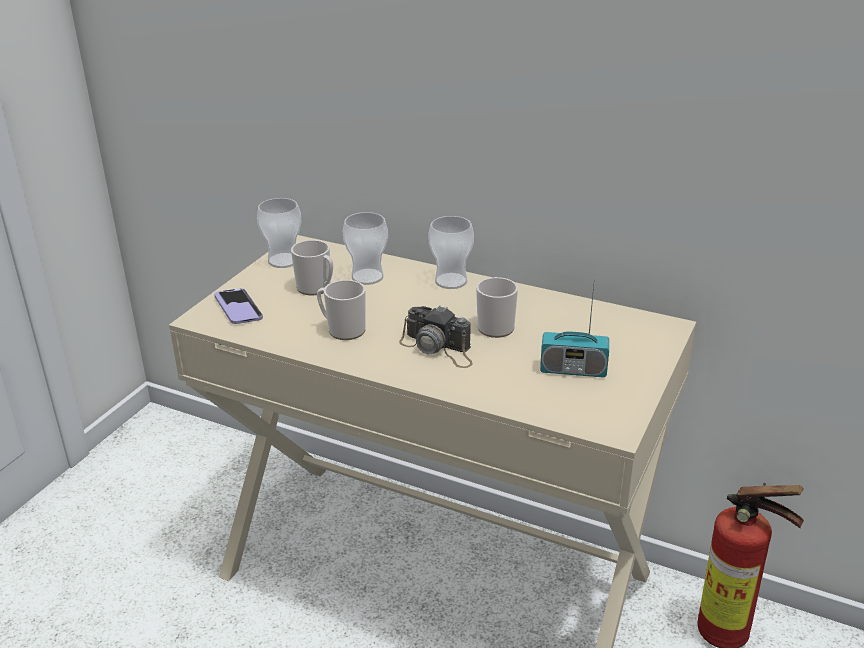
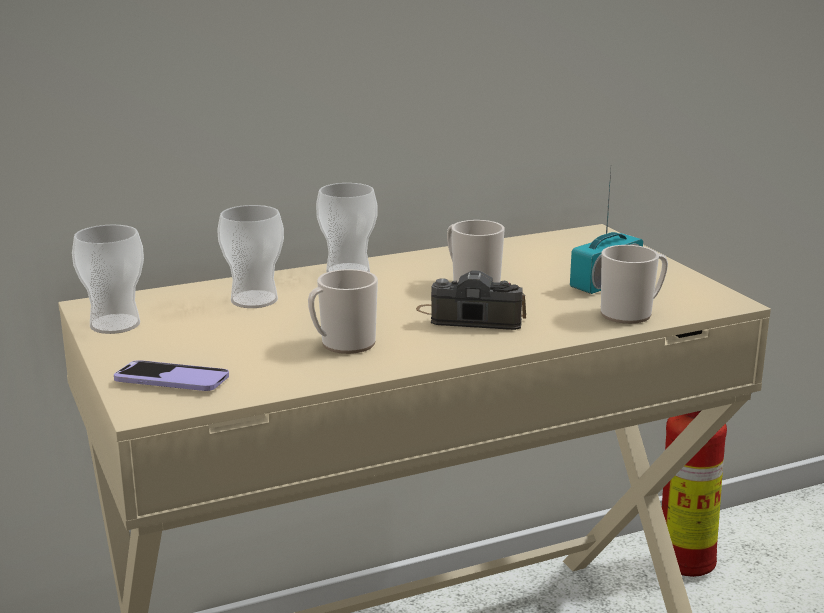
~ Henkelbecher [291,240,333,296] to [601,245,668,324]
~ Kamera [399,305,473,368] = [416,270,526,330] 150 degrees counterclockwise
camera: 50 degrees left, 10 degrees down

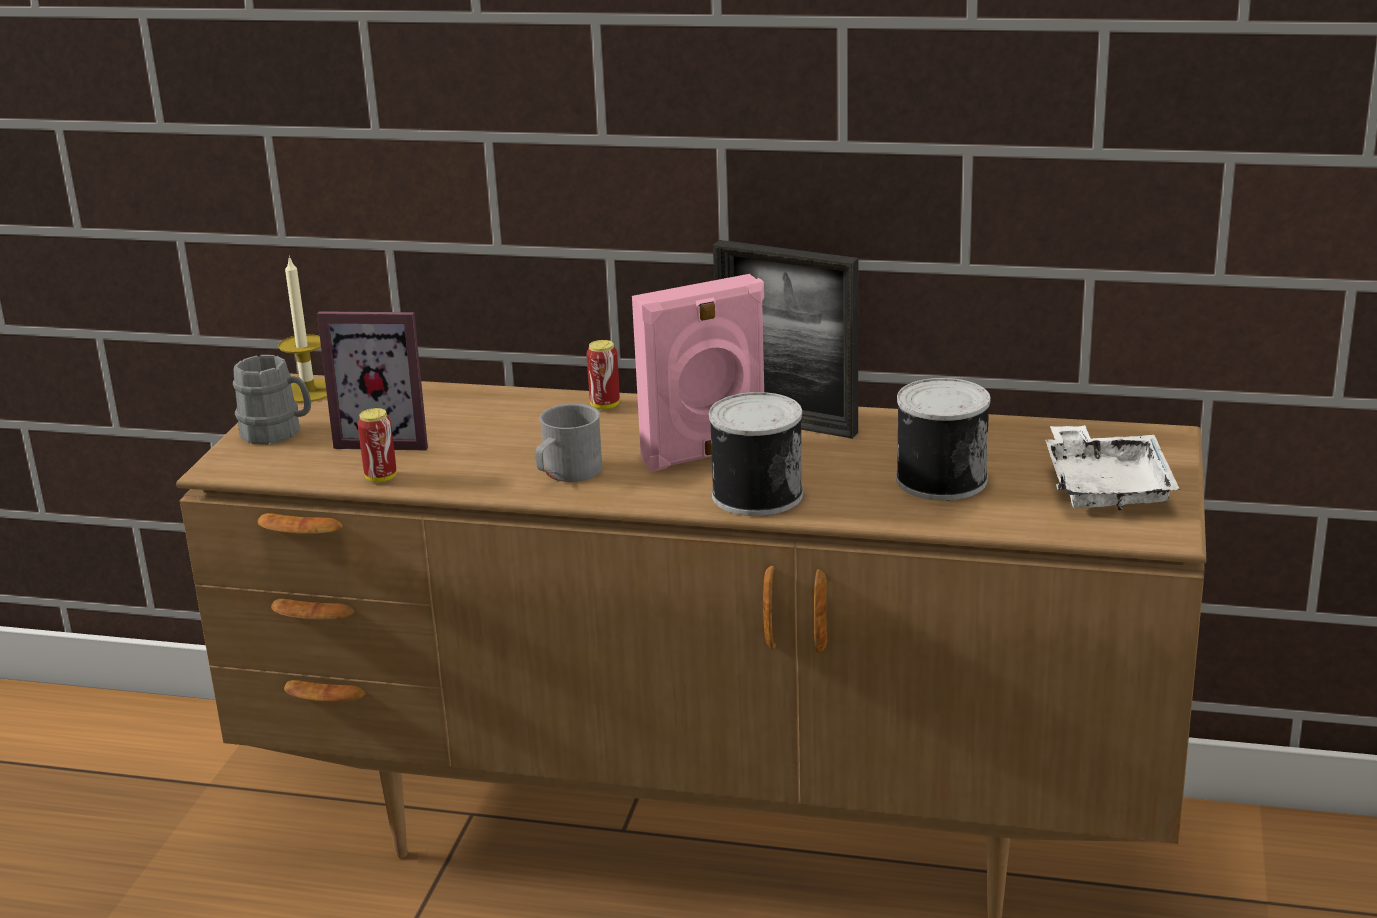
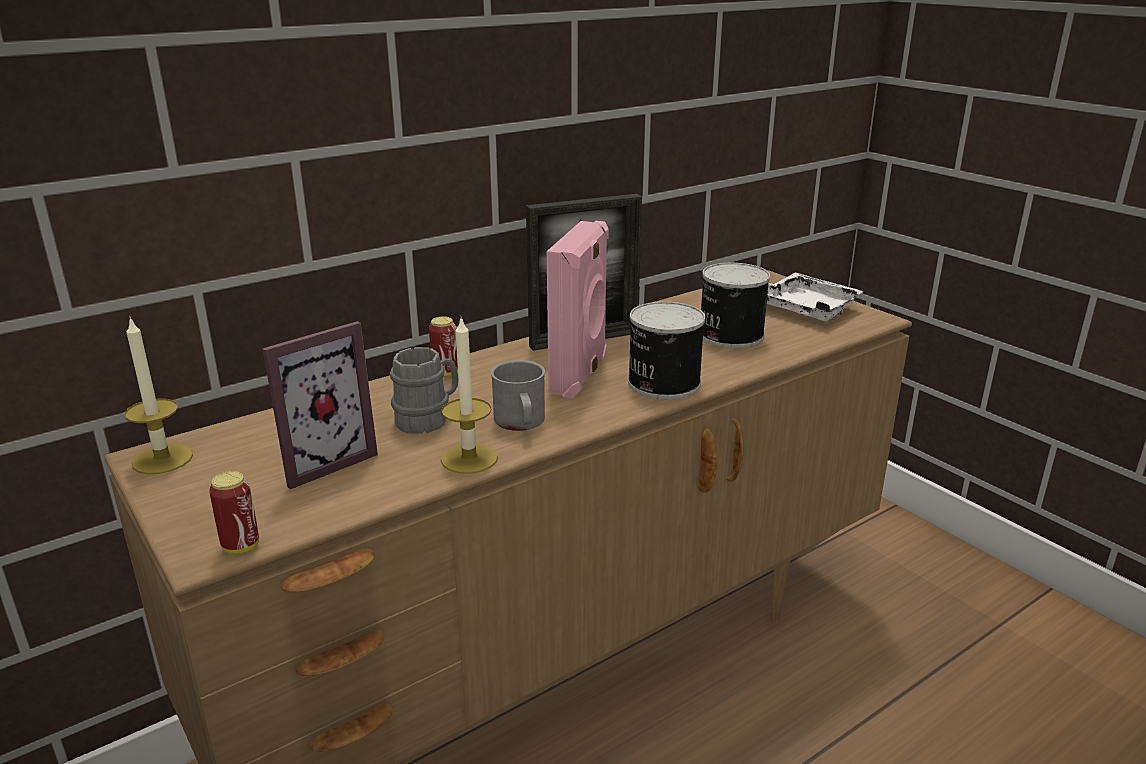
~ Henkelbecher [grau] [233,355,311,445] to [390,347,458,434]
~ Dose [358,408,396,482] to [209,471,259,554]
+ Kerze [441,317,498,474]
camera: 50 degrees left, 0 degrees up

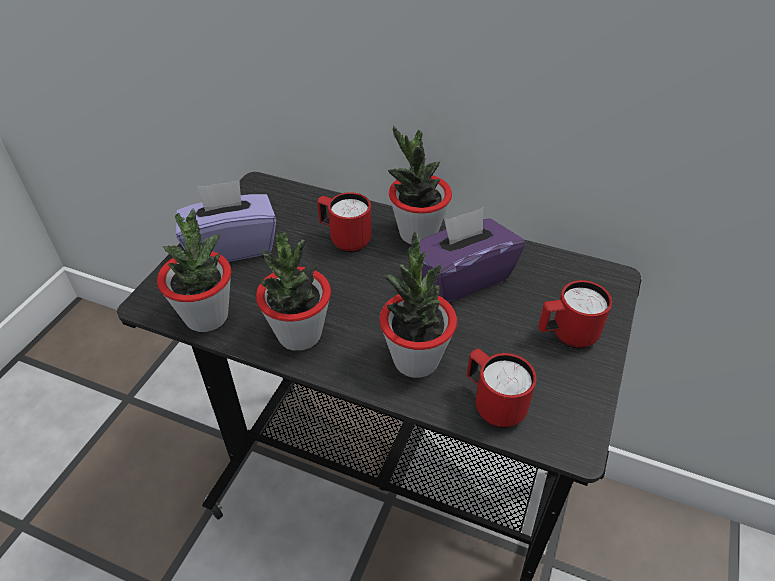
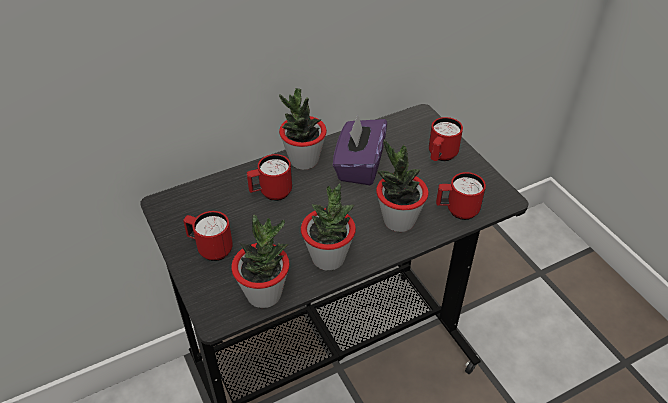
~ Taschentuchbox [lila] [176,180,276,262] to Henkelbecher [rot] [183,211,233,261]
camera: 50 degrees left, 0 degrees up

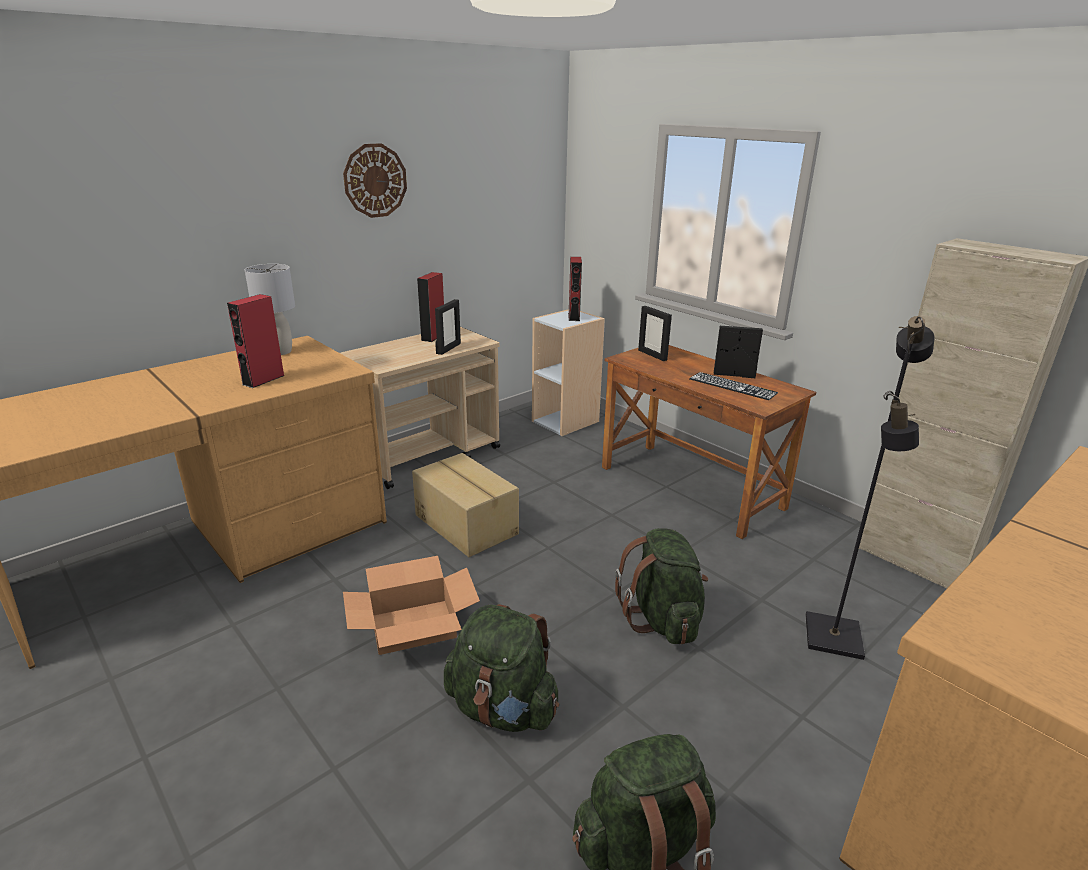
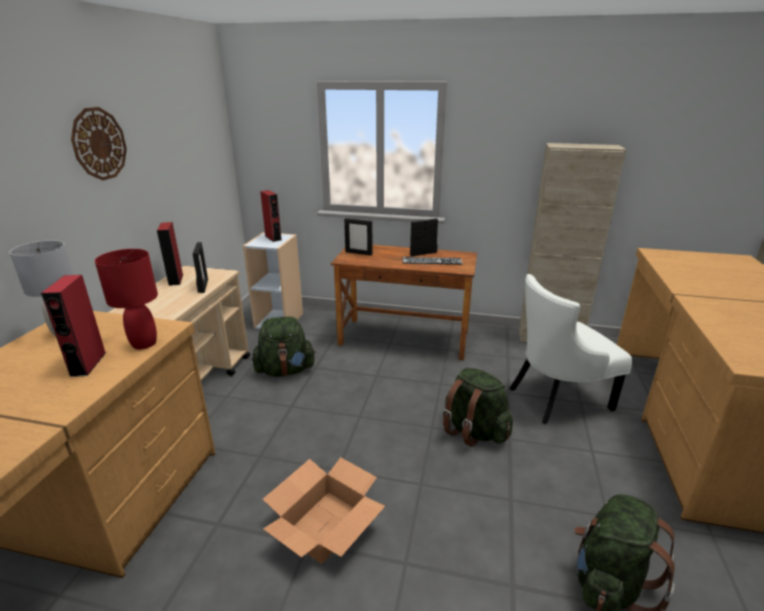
- Karton [412,453,519,557]
~ Rucksack [grün] [444,604,559,732] to [252,316,316,377]
~ Stehlampe [schwarz] [805,316,935,660] to Stuhl [weiß] [509,274,632,424]
+ Tischlampe [rot] [95,249,158,349]
camera: 35 degrees left, 0 degrees up

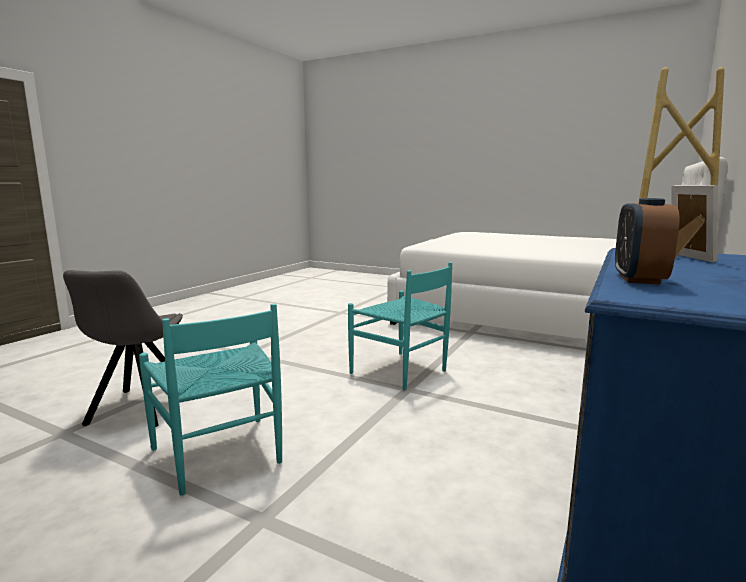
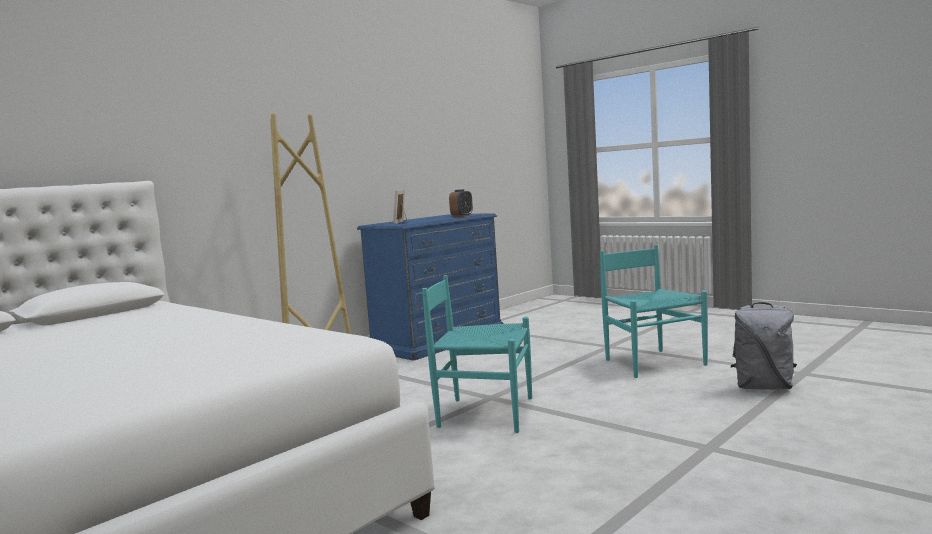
~ Stuhl [grau] [63,270,183,427] to Rucksack [grau] [731,302,797,390]
~ Stuhl [türkis] [348,262,452,391] = [422,275,532,433] 45 degrees counterclockwise
camera: 165 degrees left, 5 degrees down

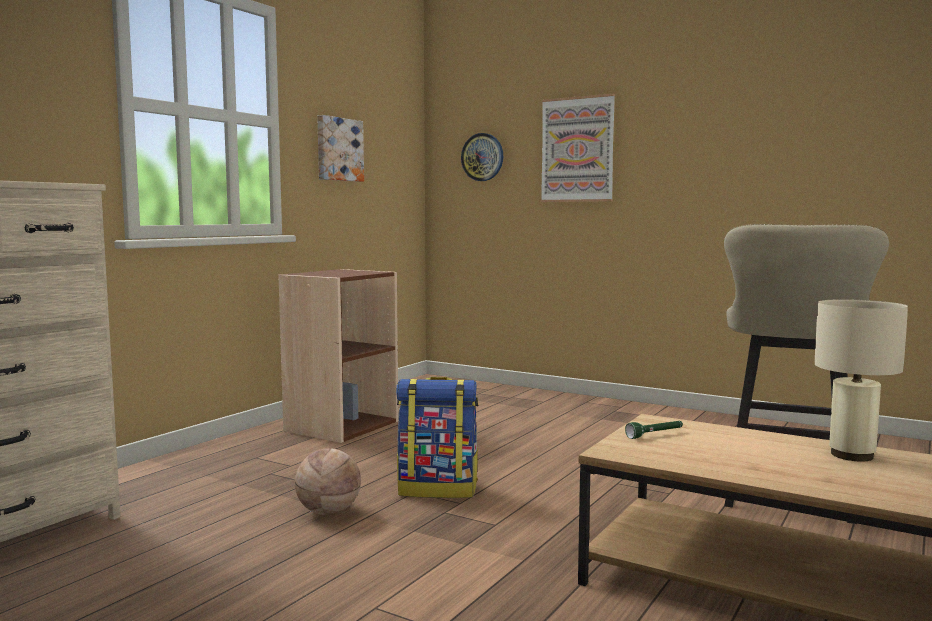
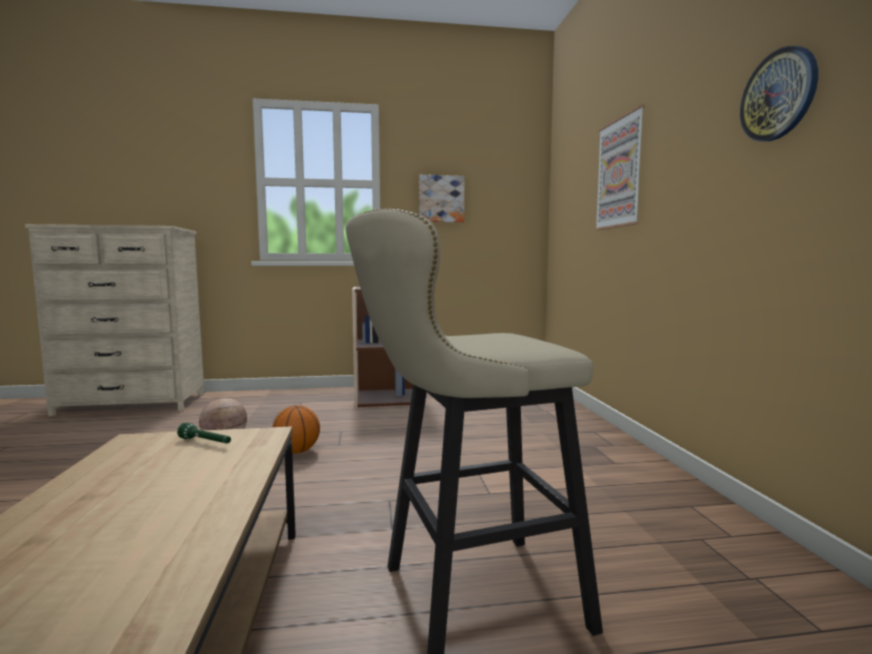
~ Rucksack [396,377,479,498] to Basketball [272,405,320,454]
~ Wanduhr [461,133,503,181] to [740,46,818,141]
- Tischlampe [beige] [815,299,908,462]
camera: 50 degrees right, 0 degrees up

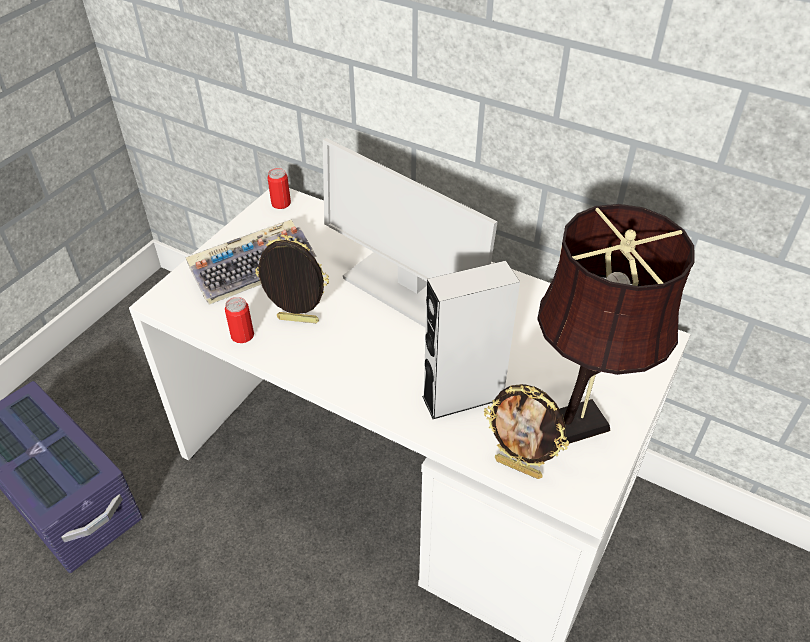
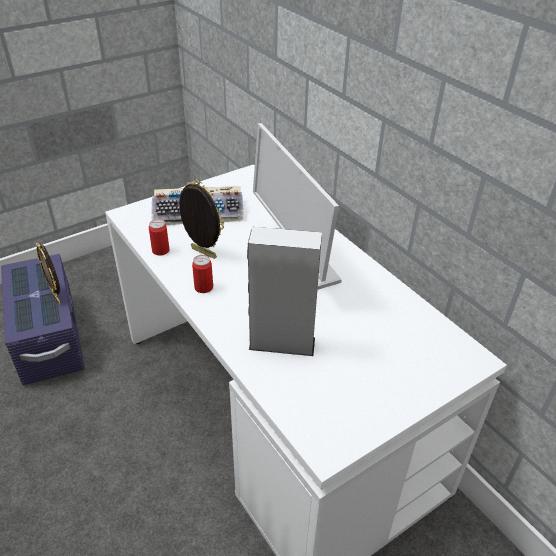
~ Dose [267,168,291,209] to [192,255,213,293]
~ Bilderrahmen [484,384,569,479] to [36,243,61,305]
- Tischlampe [braun] [537,204,695,446]
camera: 25 degrees right, 5 degrees down

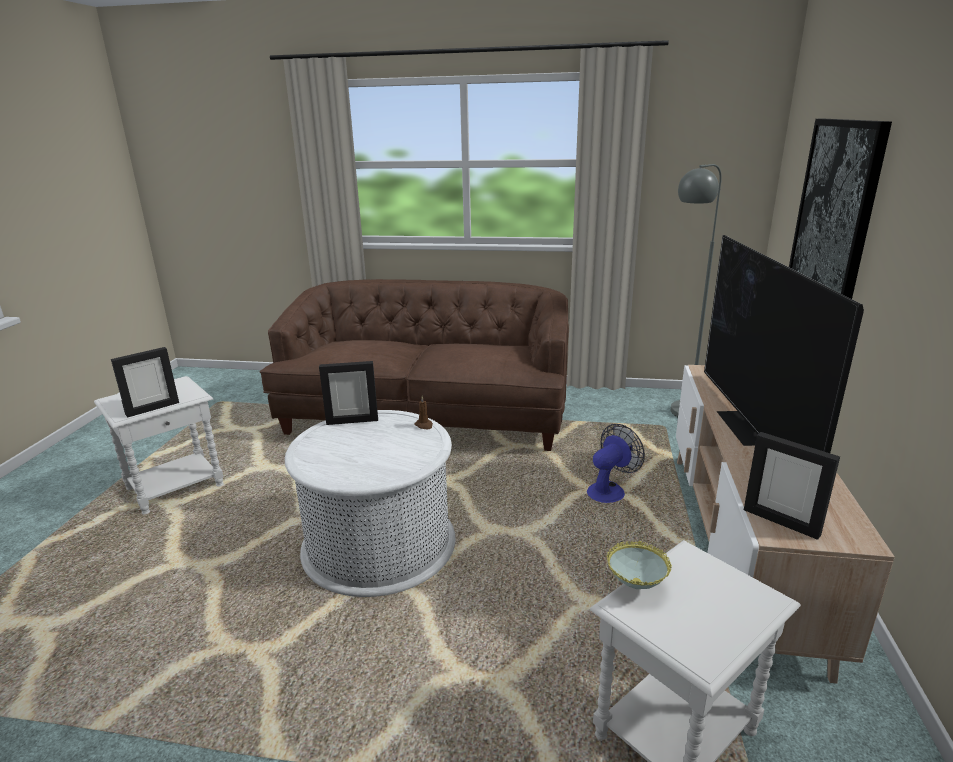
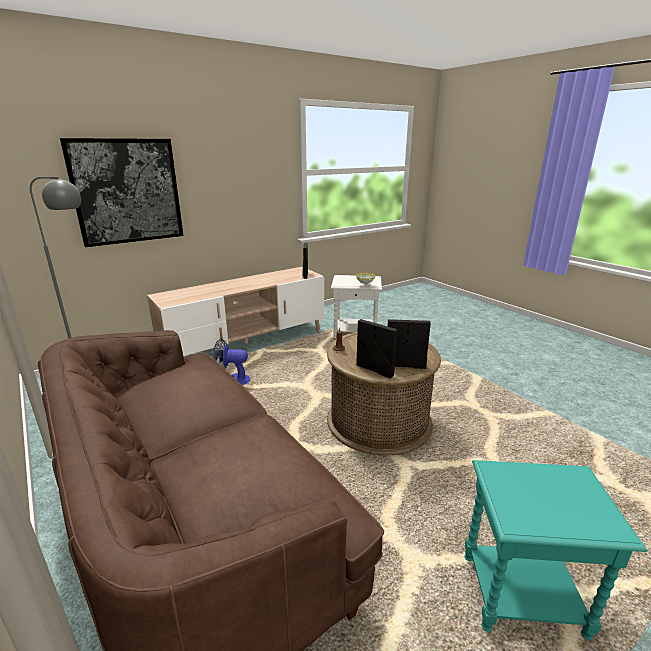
~ Beistelltisch [weiß] [94,376,224,514] to Beistelltisch [türkis] [464,460,647,640]
~ Bilderrahmen [111,347,179,417] to [388,319,431,369]
~ Couchtisch [weiß] [285,410,456,597] to Couchtisch [braun] [327,332,441,455]
- Fernseher [704,235,864,453]
camera: 135 degrees left, 0 degrees up

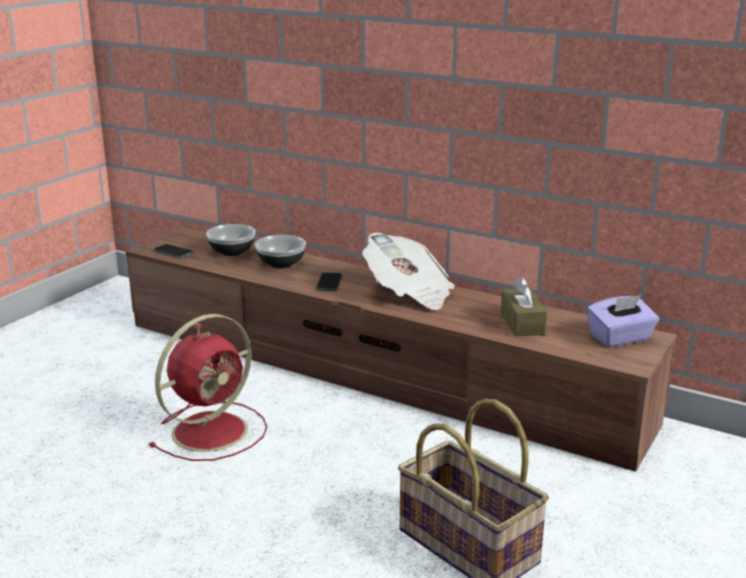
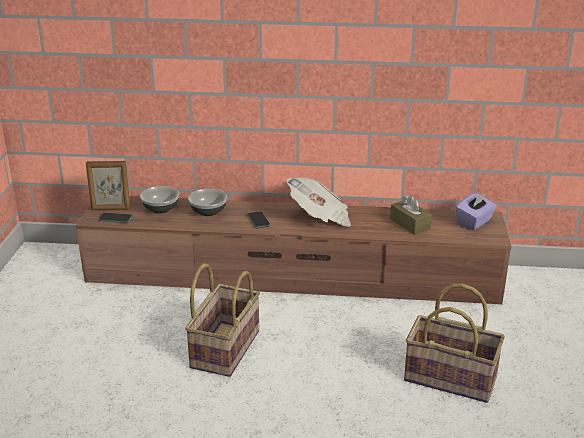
~ Ventilator [rot] [149,314,267,461] to Korb [185,263,260,377]
+ Bilderrahmen [86,161,130,210]
camera: 25 degrees left, 5 degrees up

